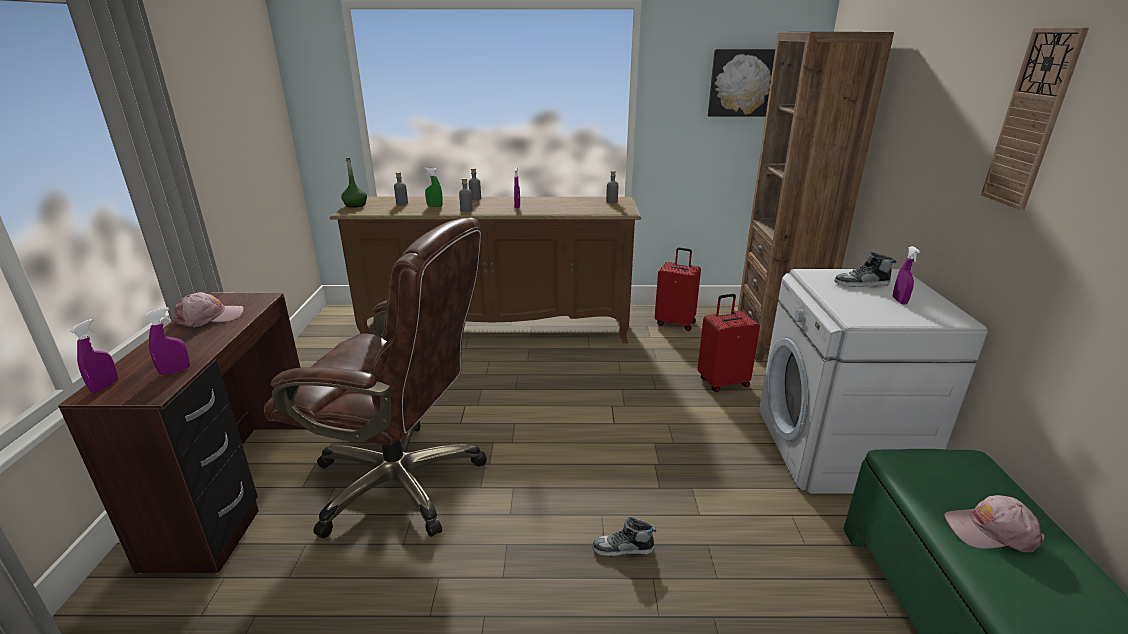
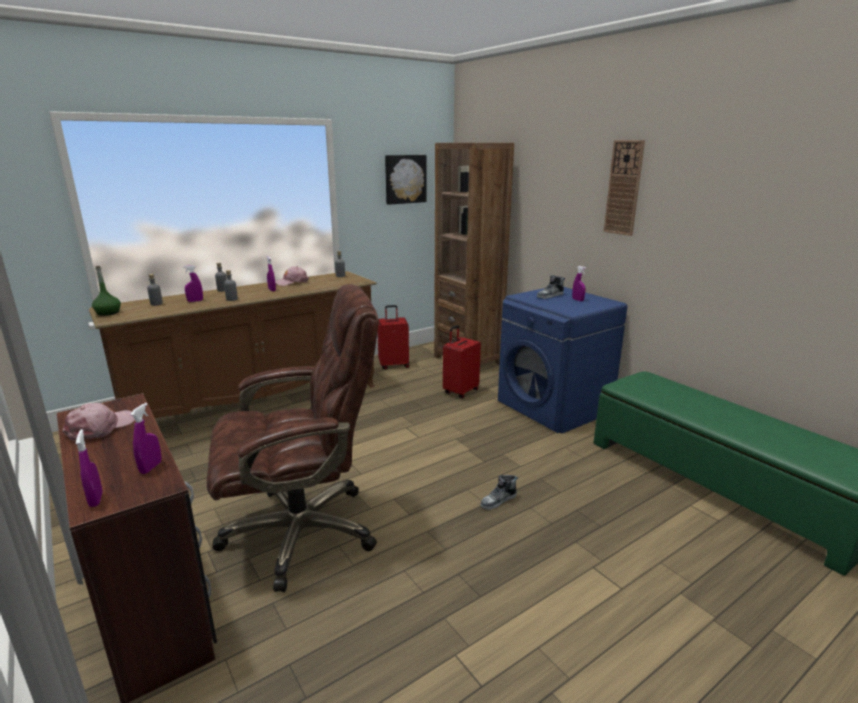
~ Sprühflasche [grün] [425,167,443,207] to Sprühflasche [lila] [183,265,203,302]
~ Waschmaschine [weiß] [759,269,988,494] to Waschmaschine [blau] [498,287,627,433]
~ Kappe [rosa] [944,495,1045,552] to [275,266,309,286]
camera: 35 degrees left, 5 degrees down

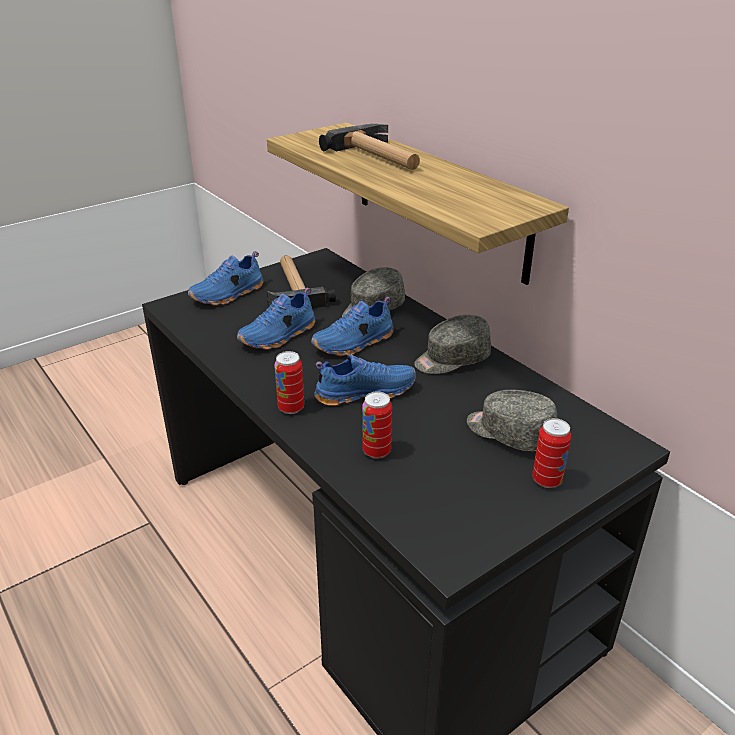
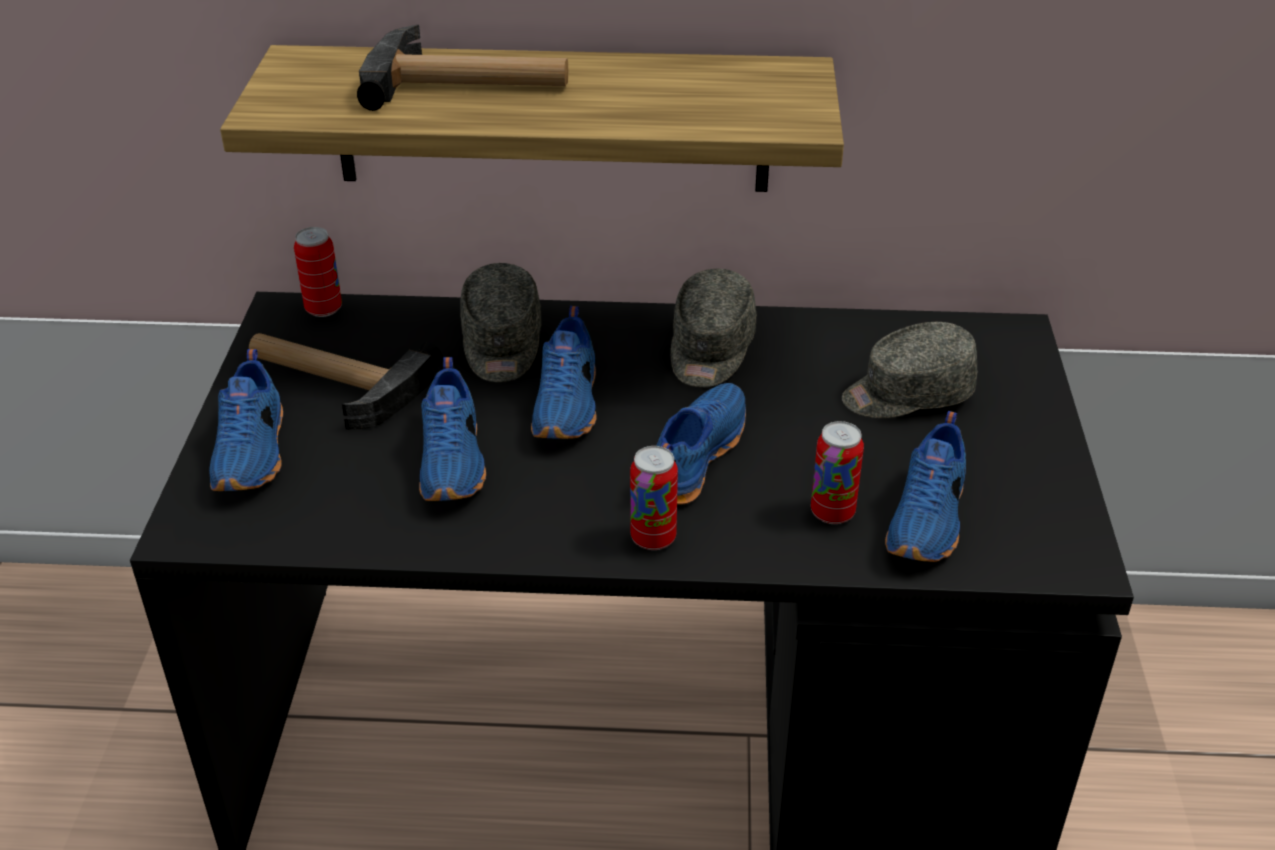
~ Dose [532,418,571,488] to [294,227,342,317]
+ Schuh [blau] [885,411,966,562]
camera: 50 degrees left, 5 degrees up

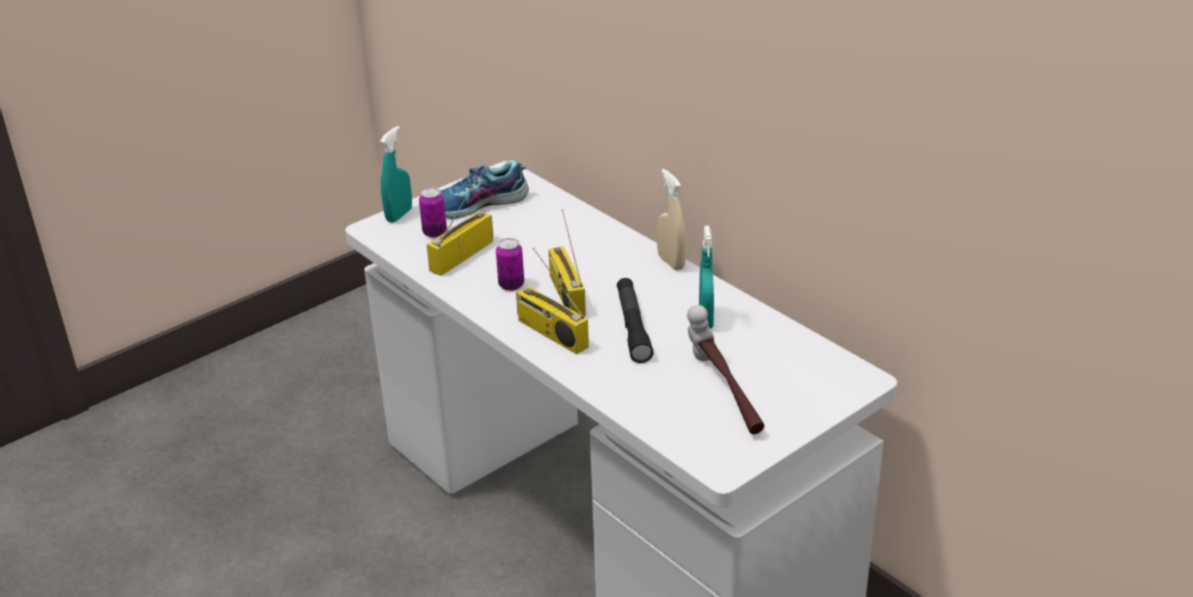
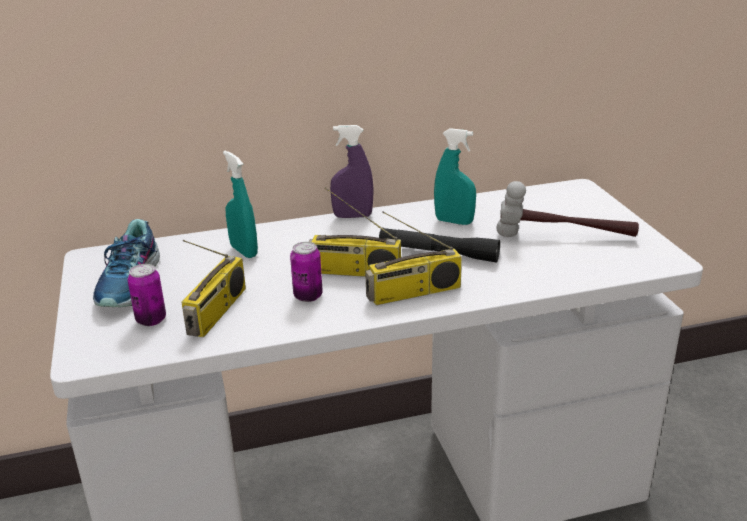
~ Sprühflasche [türkis] [380,126,412,223] to [223,151,258,258]
~ Radio [427,178,493,276] = [181,240,246,337] 135 degrees counterclockwise
~ Sprühflasche [beige] [657,169,686,271] to Sprühflasche [lila] [330,125,373,218]
camera: 65 degrees left, 5 degrees down

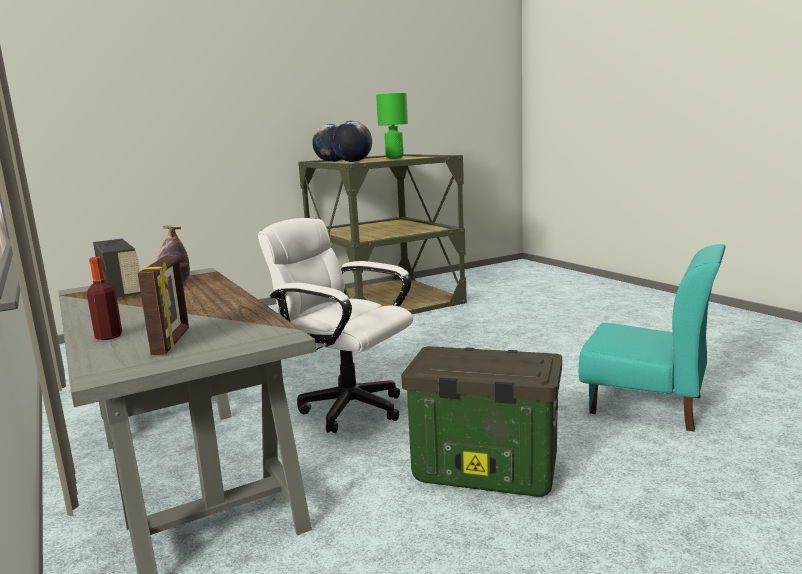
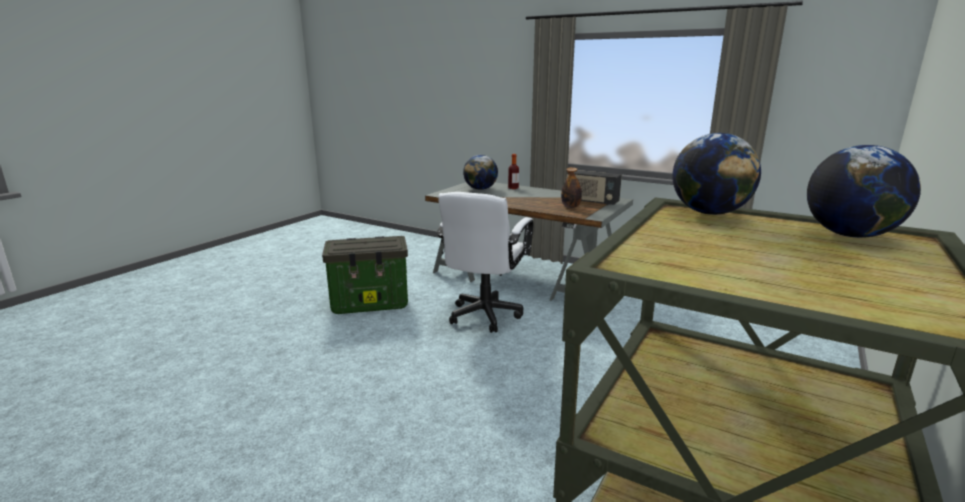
~ Bilderrahmen [138,255,189,355] to Globus [463,155,498,190]
~ Bürostuhl [weiß] [258,218,413,433] = [437,192,534,333] 105 degrees clockwise
- Tischlampe [grün] [376,93,408,159]
- Stuhl [türkis] [579,244,726,432]
camera: 150 degrees right, 5 degrees up

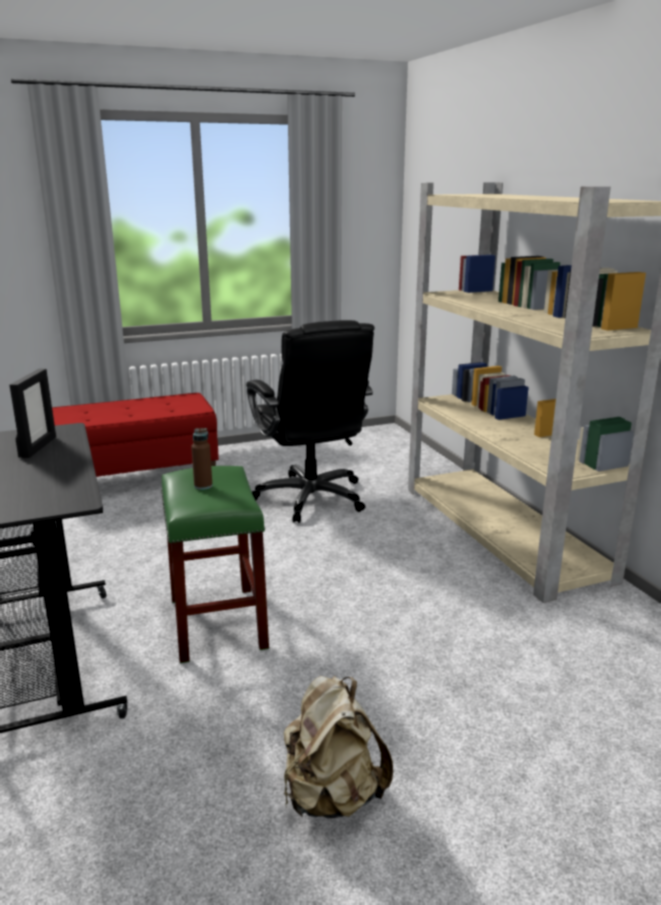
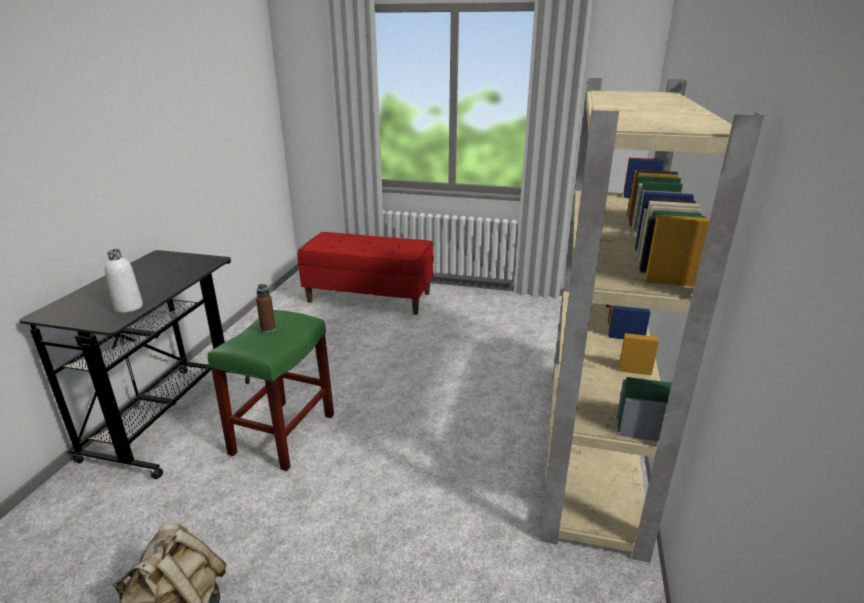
- Bilderrahmen [9,369,56,458]
- Bürostuhl [schwarz] [246,320,375,523]
+ Flasche [weiß] [105,249,143,313]
camera: 35 degrees right, 5 degrees up

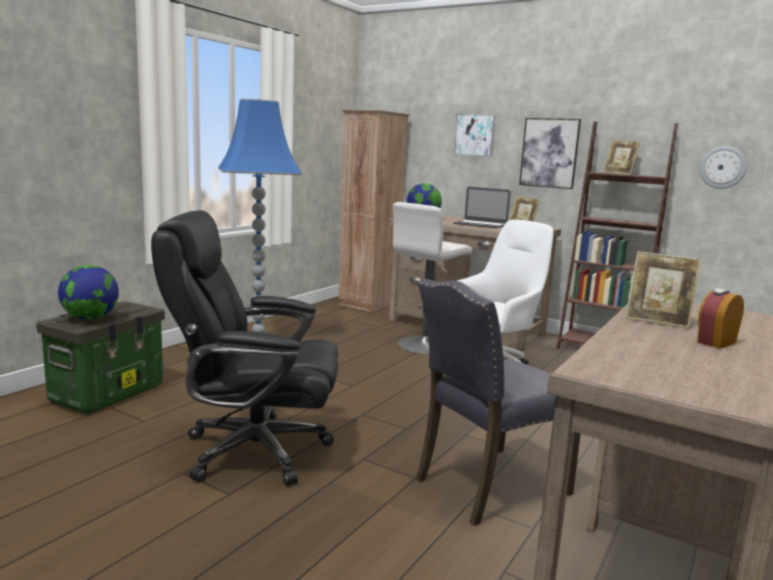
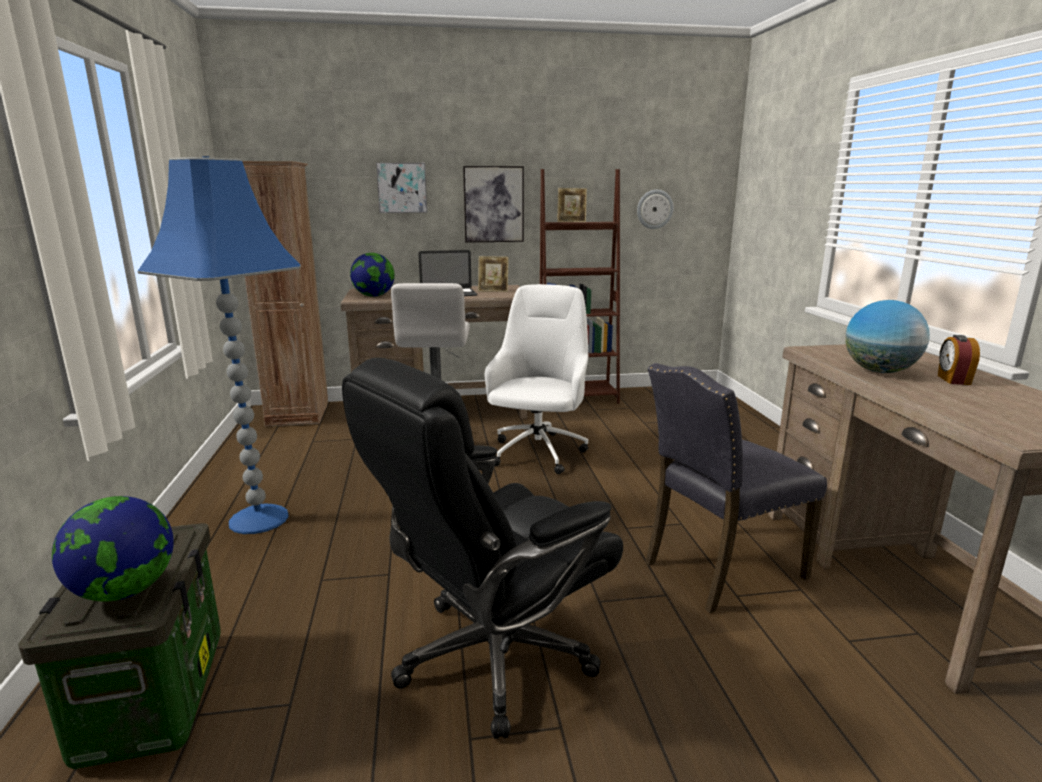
~ Stuhl [grau] [416,279,581,526] = [645,363,827,613] 45 degrees clockwise
~ Bilderrahmen [626,251,701,329] to Globus [845,300,930,373]
camera: 40 degrees left, 5 degrees up

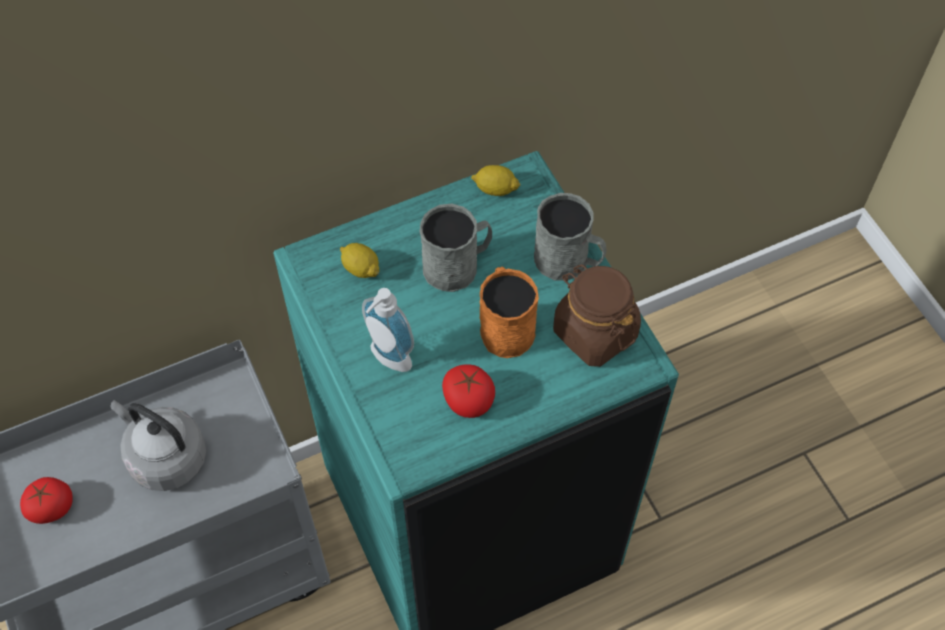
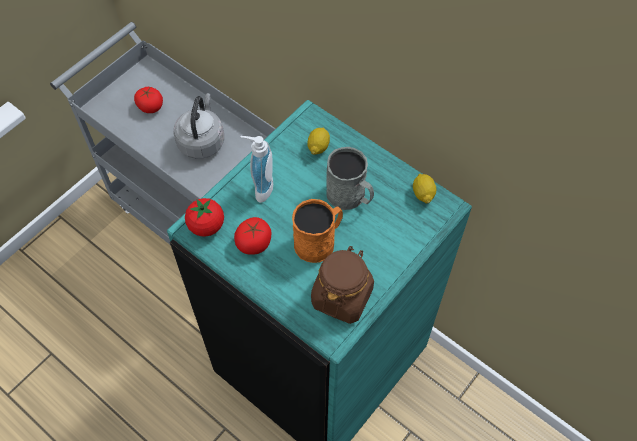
- Henkelbecher [grau] [534,193,607,281]
+ Tomate [185,198,224,237]
camera: 65 degrees right, 0 degrees up

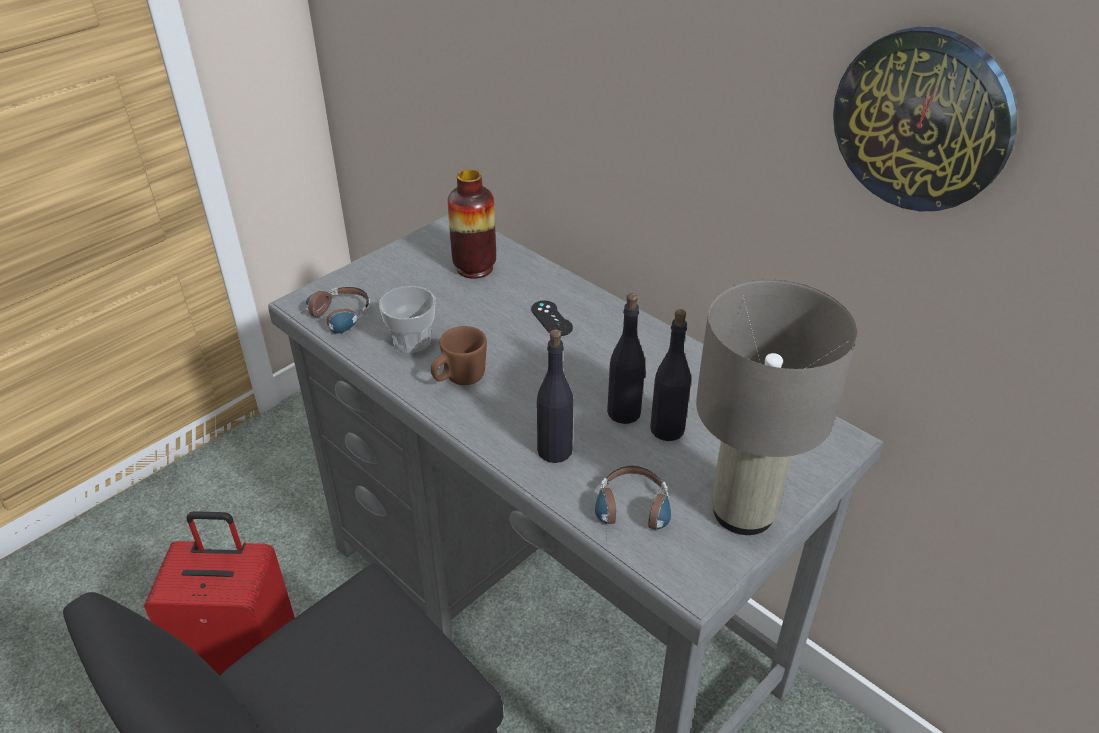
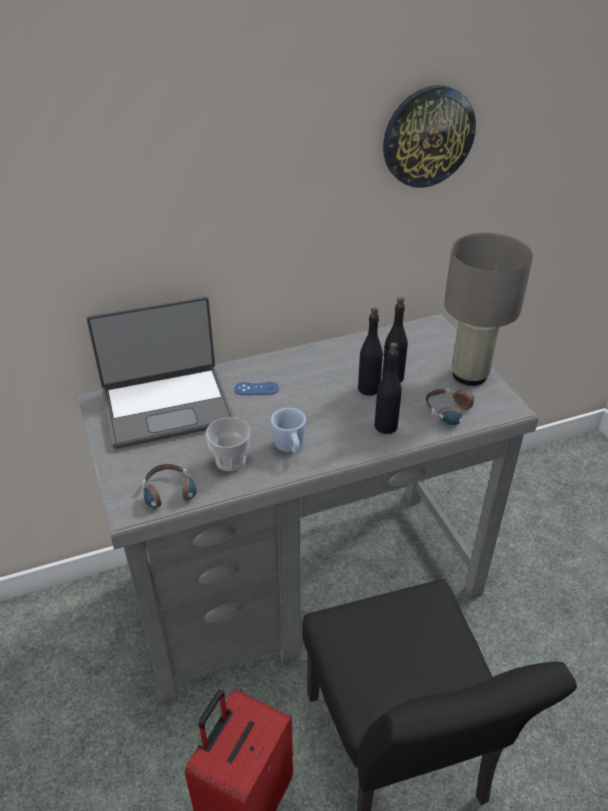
~ Henkelbecher [braun] [431,326,487,385] to Henkelbecher [blau] [271,408,306,454]
~ Vase [447,169,496,279] to Laptop [86,296,234,449]
~ Gamepad [schwarz] [531,301,573,336] to Gamepad [blau] [234,382,279,395]
camera: 65 degrees left, 0 degrees up

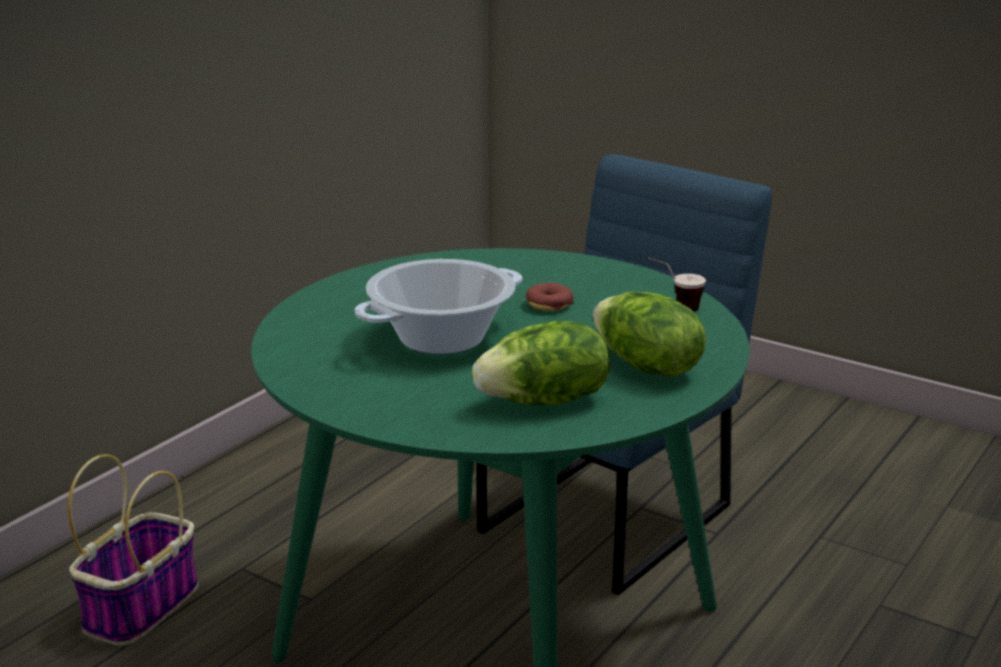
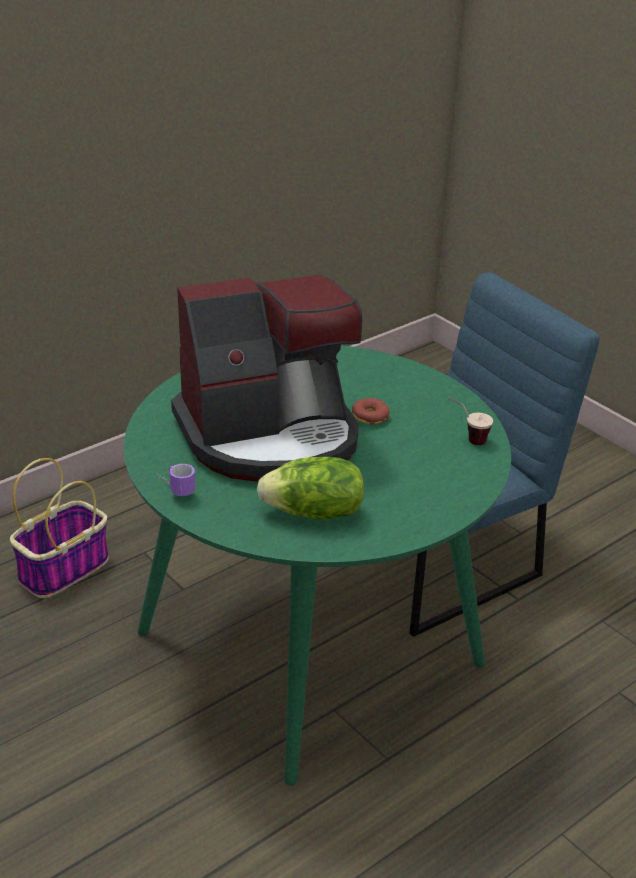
~ Kochtopf [354,259,522,354] to Kaffeemaschine [171,274,362,482]
- Salatkopf [593,292,706,377]
+ Henkelbecher [157,464,195,496]
camera: 15 degrees right, 10 degrees up

